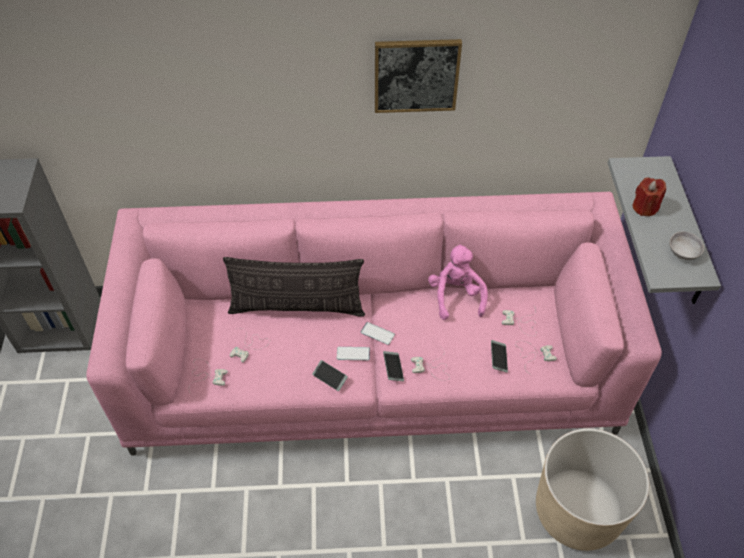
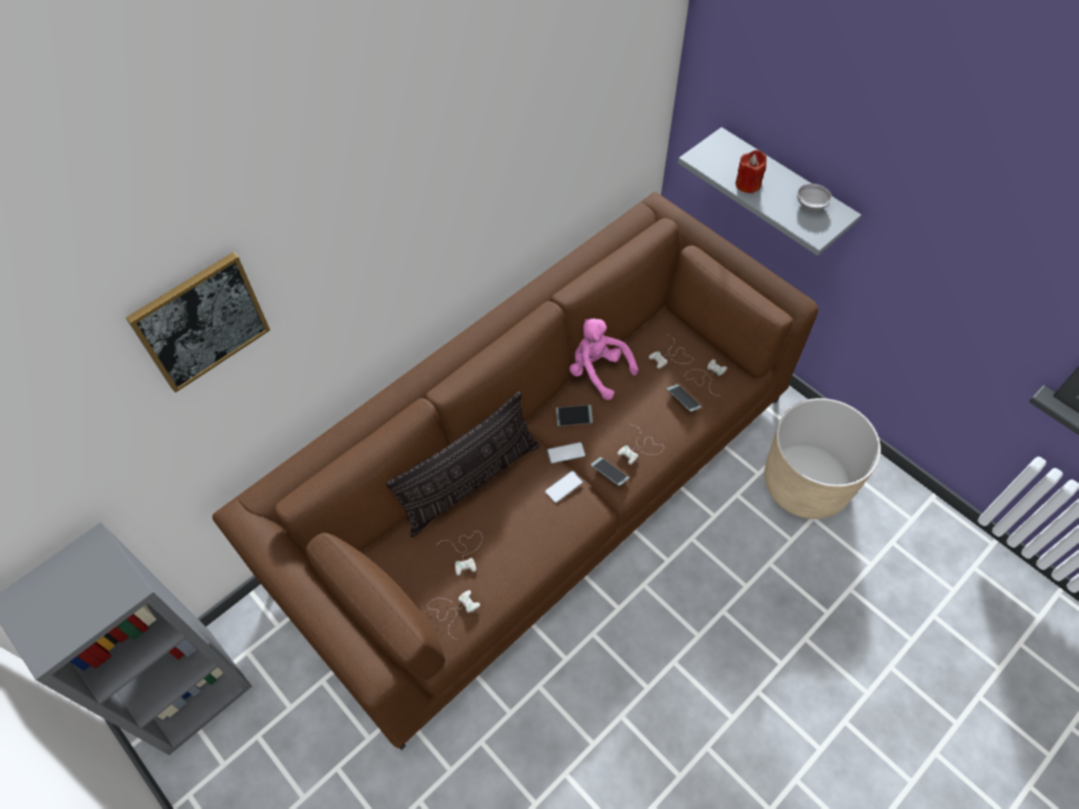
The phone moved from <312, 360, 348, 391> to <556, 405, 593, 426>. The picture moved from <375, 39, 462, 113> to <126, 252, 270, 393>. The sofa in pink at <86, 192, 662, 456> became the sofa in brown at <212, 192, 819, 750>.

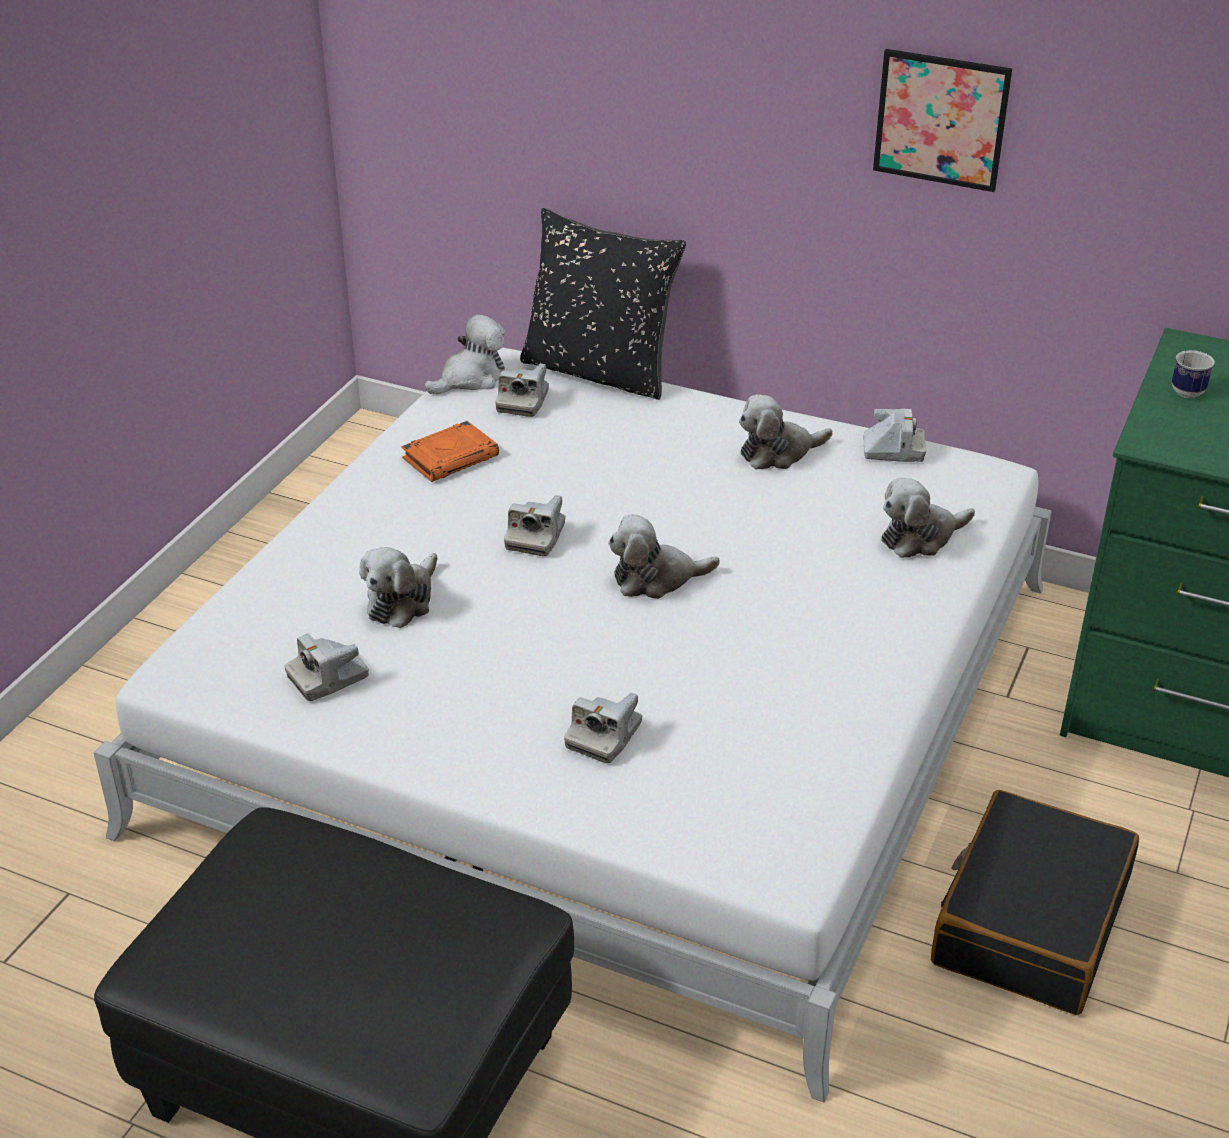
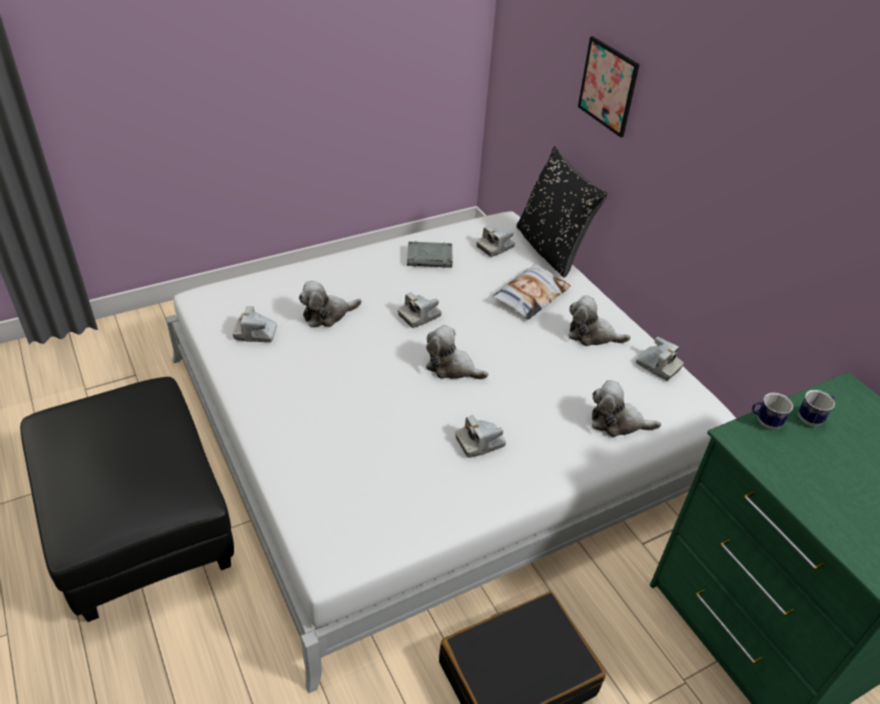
The plush toy at <424, 314, 505, 394> disappeared. The pillow at <492, 263, 571, 320> appeared. The mug at <752, 393, 793, 429> appeared. The photo camera moved from <564, 693, 642, 763> to <455, 415, 506, 458>. The picture moved from <873, 49, 1012, 192> to <578, 36, 640, 137>. The book in orange at <401, 421, 499, 482> became the book in grey at <407, 241, 452, 268>.

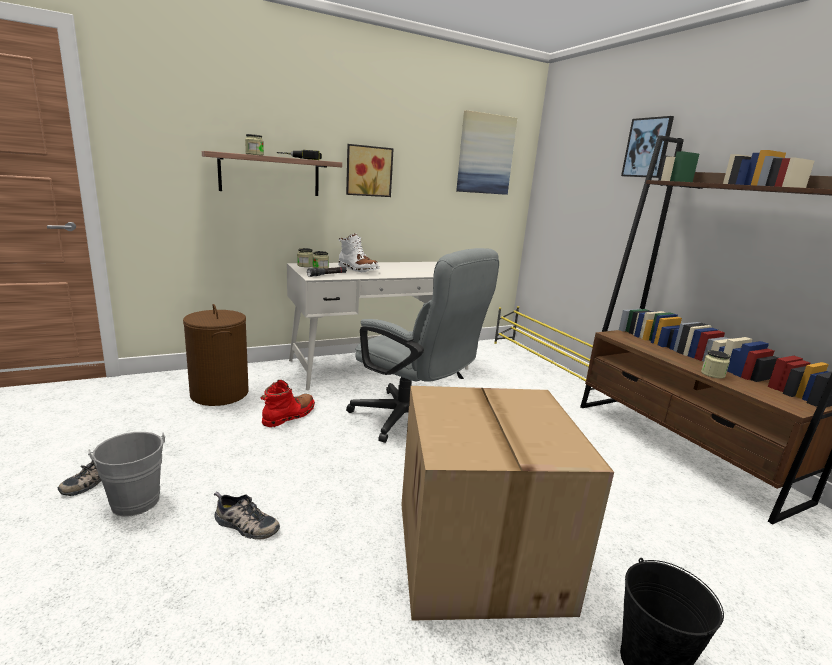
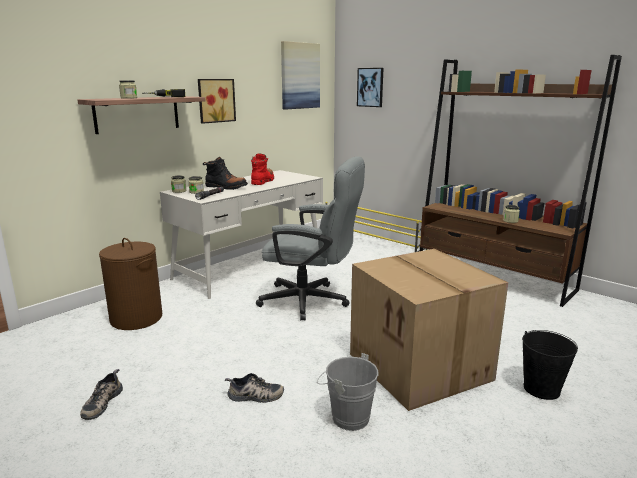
The bucket in grey moved from <88, 432, 165, 517> to <317, 353, 378, 431>. The boot in red moved from <261, 380, 315, 427> to <251, 153, 274, 185>. The picture moved from <621, 116, 674, 178> to <357, 68, 383, 107>. The boot in white at <338, 233, 380, 272> became the boot in black at <203, 157, 248, 190>.

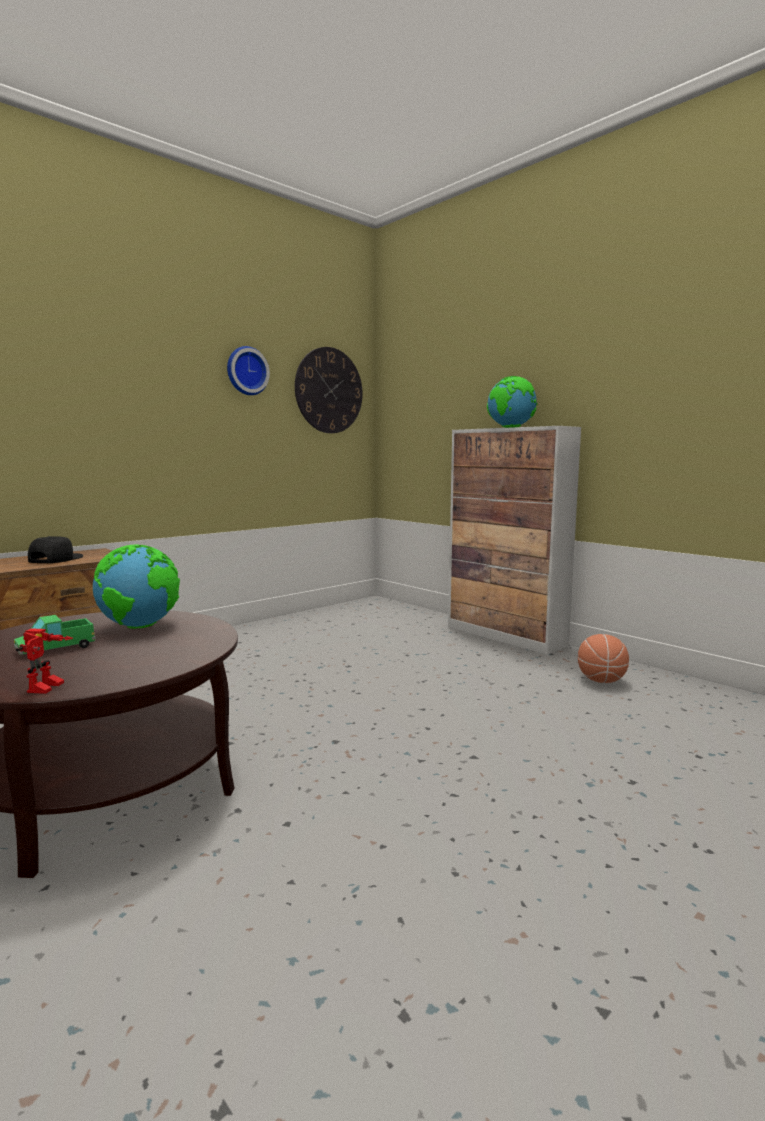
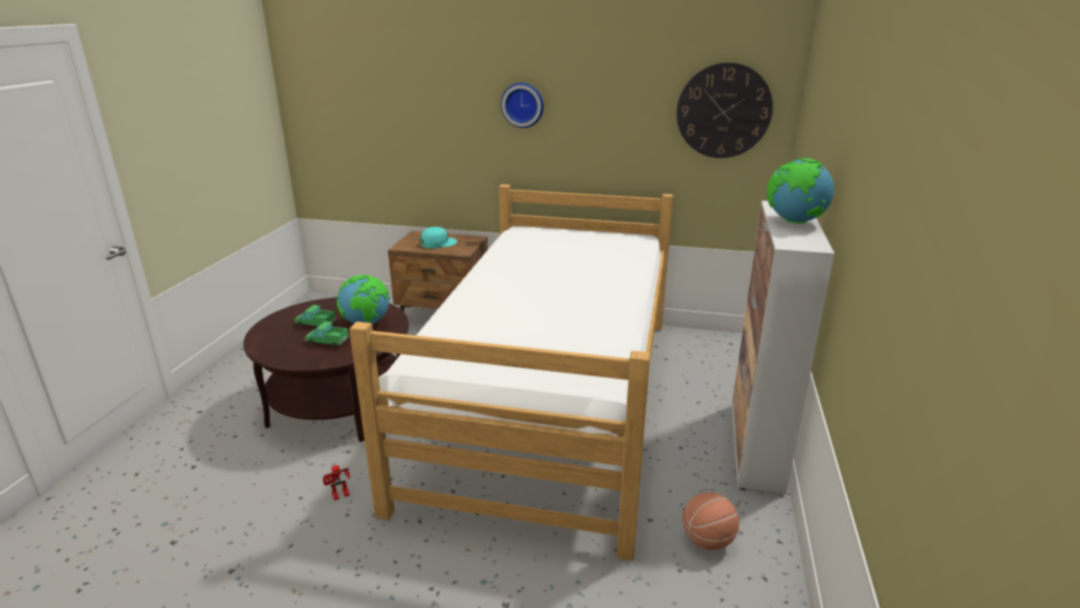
The toy truck at <305, 321, 349, 348> appeared. The bed at <349, 184, 673, 561> appeared. The toy robot moved from <16, 628, 73, 694> to <323, 465, 350, 500>. The wall clock moved from <227, 346, 270, 395> to <501, 83, 544, 128>. The cap in black at <28, 536, 83, 563> became the cap in turquoise at <421, 227, 457, 248>.

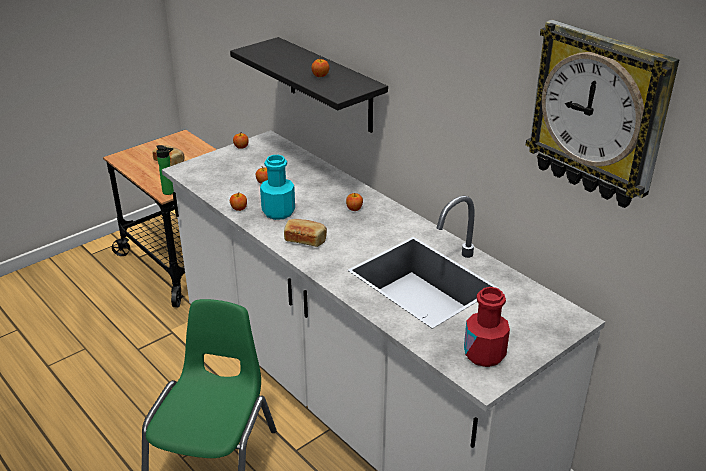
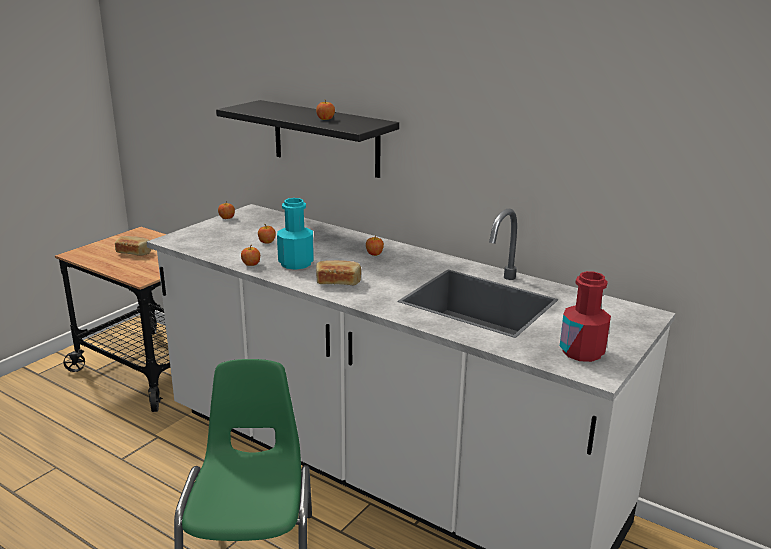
The bottle at <156, 145, 174, 195> disappeared. The wall clock at <526, 20, 680, 208> disappeared.

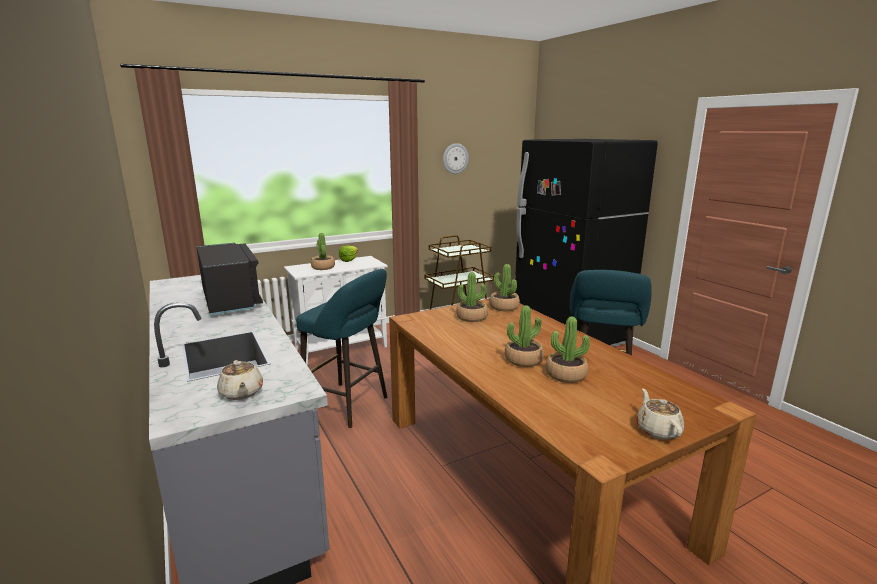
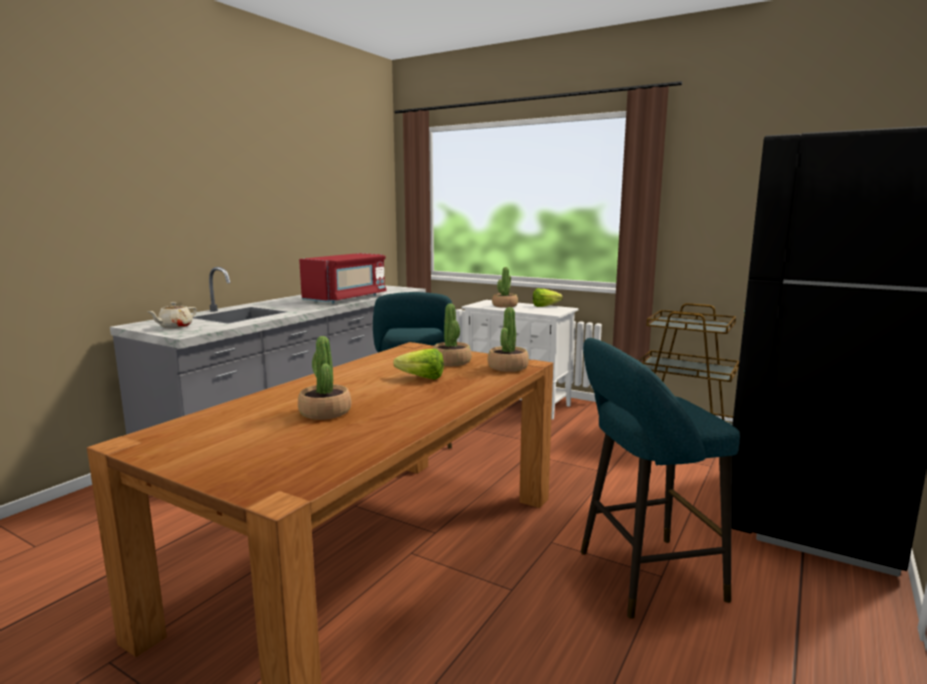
The wall clock at <443, 143, 469, 174> disappeared. The potted plant at <505, 306, 544, 367> disappeared. The teapot in beige at <636, 389, 684, 440> disappeared. The lettuce at <394, 348, 444, 380> appeared. The microwave in black at <196, 243, 263, 315> became the microwave in red at <299, 253, 386, 304>.

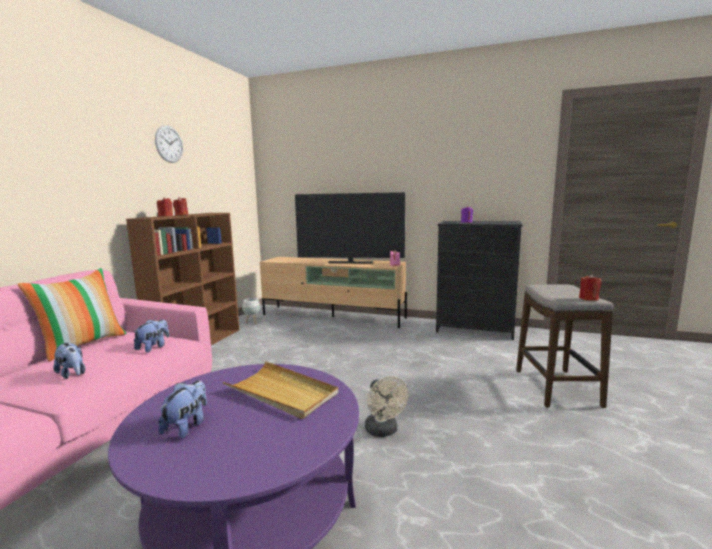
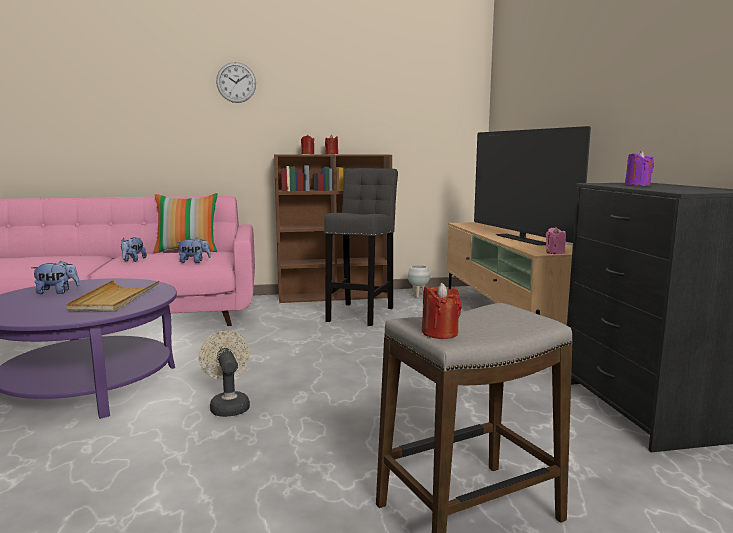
The stool in grey at <324, 168, 398, 326> appeared. The wall clock moved from <155, 125, 183, 163> to <216, 62, 256, 103>. The fan in beige at <365, 376, 409, 437> turned 120 degrees clockwise.

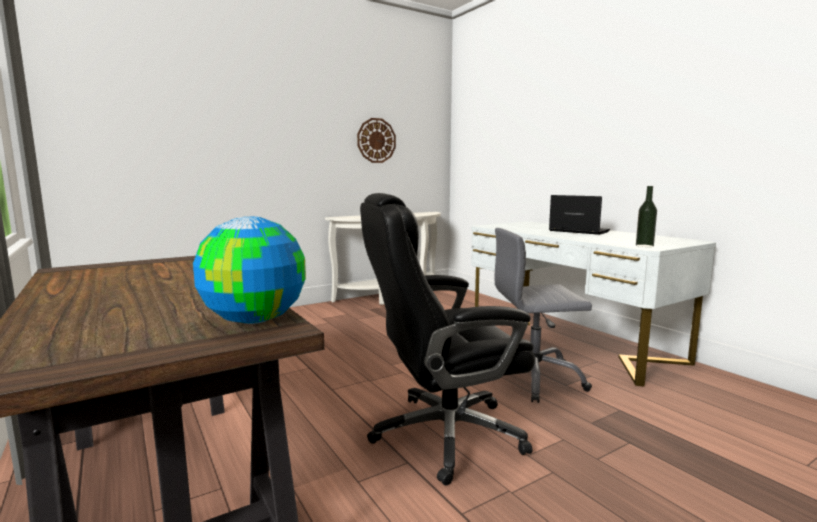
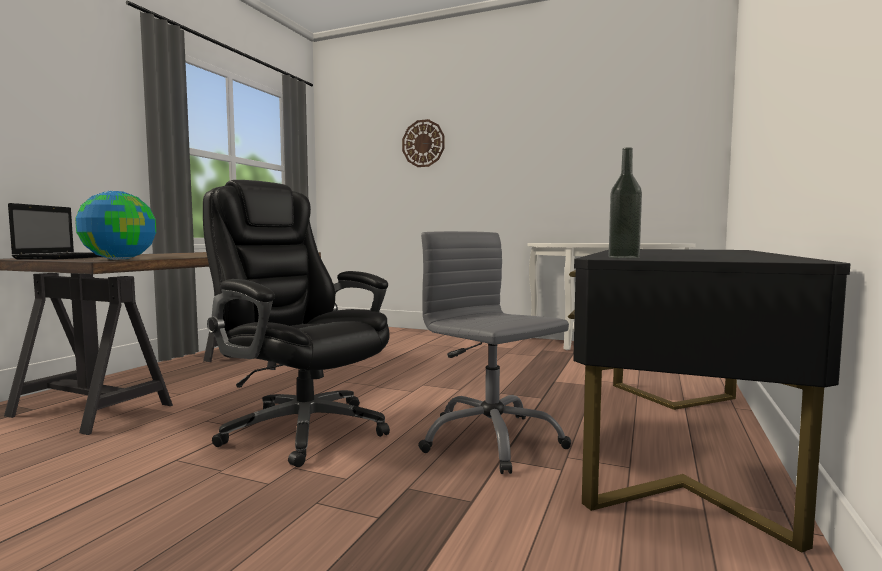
The wall clock moved from <357, 118, 396, 163> to <402, 119, 445, 167>. The laptop moved from <549, 195, 610, 235> to <8, 203, 102, 260>. The desk in white at <471, 222, 716, 387> became the desk in black at <568, 249, 850, 552>.

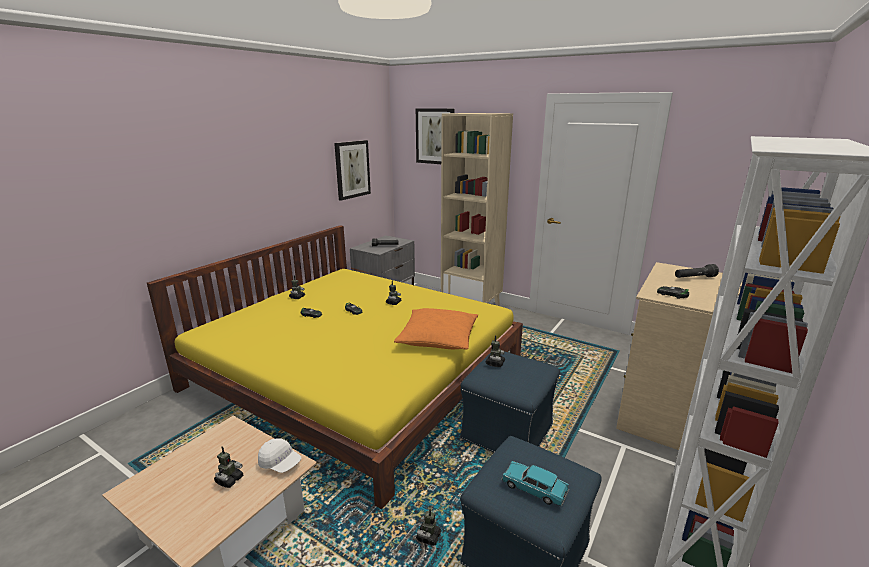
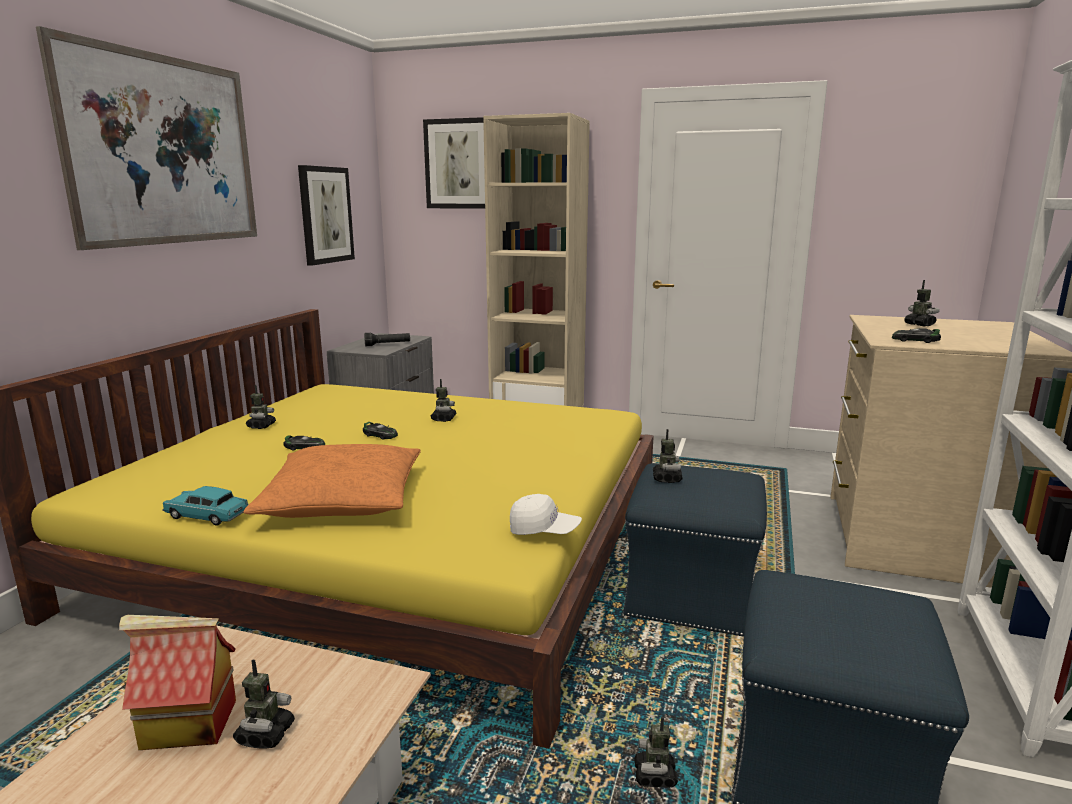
The picture at <36, 26, 257, 250> appeared. The toy house at <119, 615, 236, 750> appeared. The cap in white moved from <258, 438, 301, 473> to <510, 494, 582, 535>. The pillow in orange moved from <394, 308, 478, 349> to <244, 444, 421, 518>. The toy car in turquoise moved from <501, 461, 569, 506> to <162, 486, 249, 526>. The flashlight in black at <675, 264, 719, 278> was replaced by the toy robot at <904, 280, 940, 327>.

